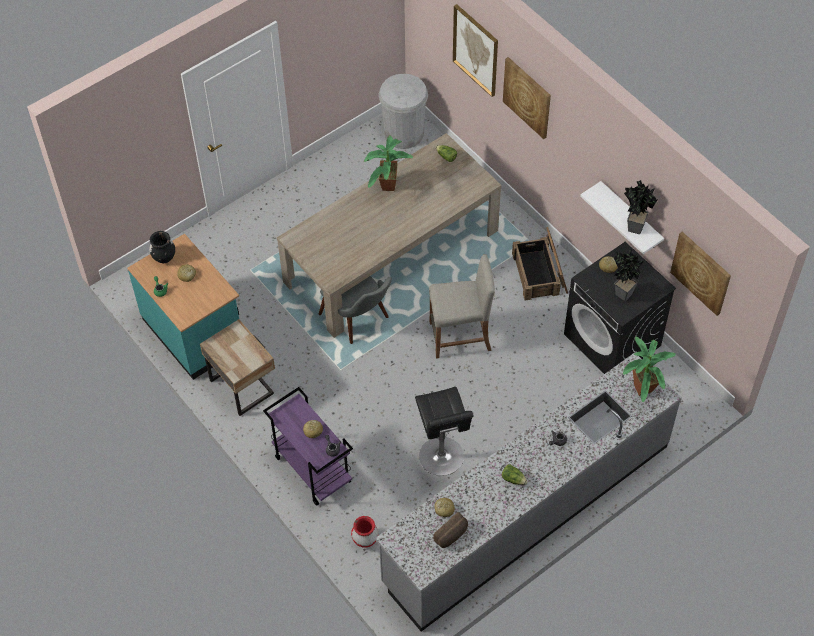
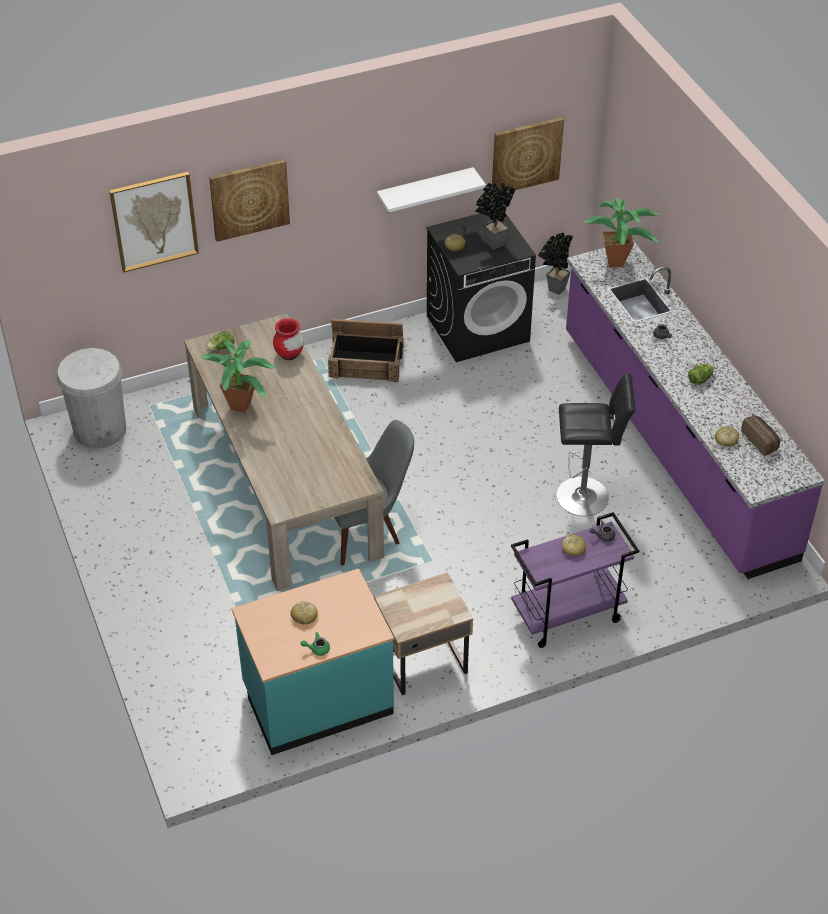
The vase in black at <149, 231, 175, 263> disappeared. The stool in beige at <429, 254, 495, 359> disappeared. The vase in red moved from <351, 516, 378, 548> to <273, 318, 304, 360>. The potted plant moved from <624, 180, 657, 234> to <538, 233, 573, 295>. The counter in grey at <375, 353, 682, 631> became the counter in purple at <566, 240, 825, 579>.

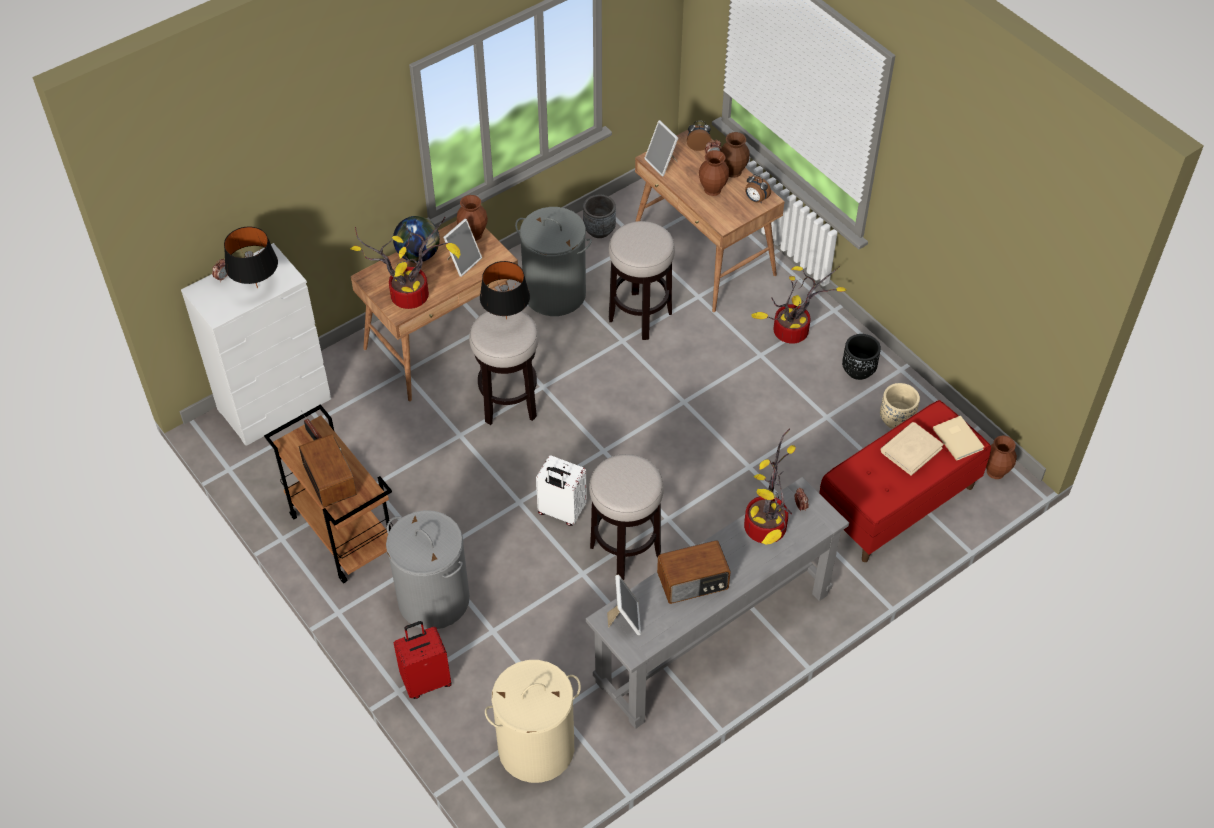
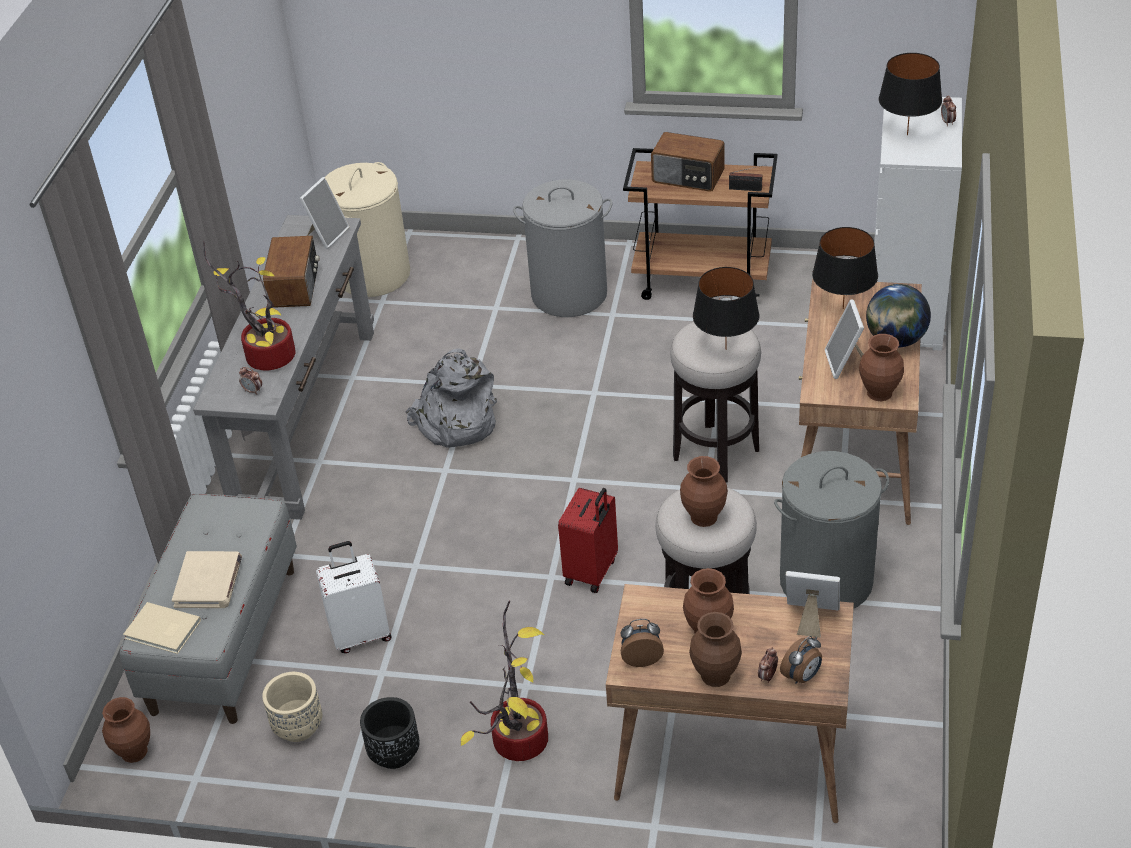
The planter in grey at <583, 195, 616, 238> disappeared. The vase in brown at <680, 456, 728, 527> appeared. The suitcase in red moved from <394, 621, 452, 699> to <558, 488, 618, 593>. The suitcase in white moved from <536, 455, 587, 526> to <316, 541, 391, 653>. The potted plant at <350, 217, 460, 309> was replaced by the table lamp in black at <812, 227, 878, 309>. The stool at <589, 454, 664, 580> was replaced by the backpack in grey at <406, 348, 497, 448>. The bench in red at <819, 400, 991, 562> became the bench in grey at <120, 494, 297, 724>. The picture frame at <607, 575, 641, 635> turned 105 degrees counterclockwise. The radio at <657, 540, 731, 604> turned 150 degrees clockwise.

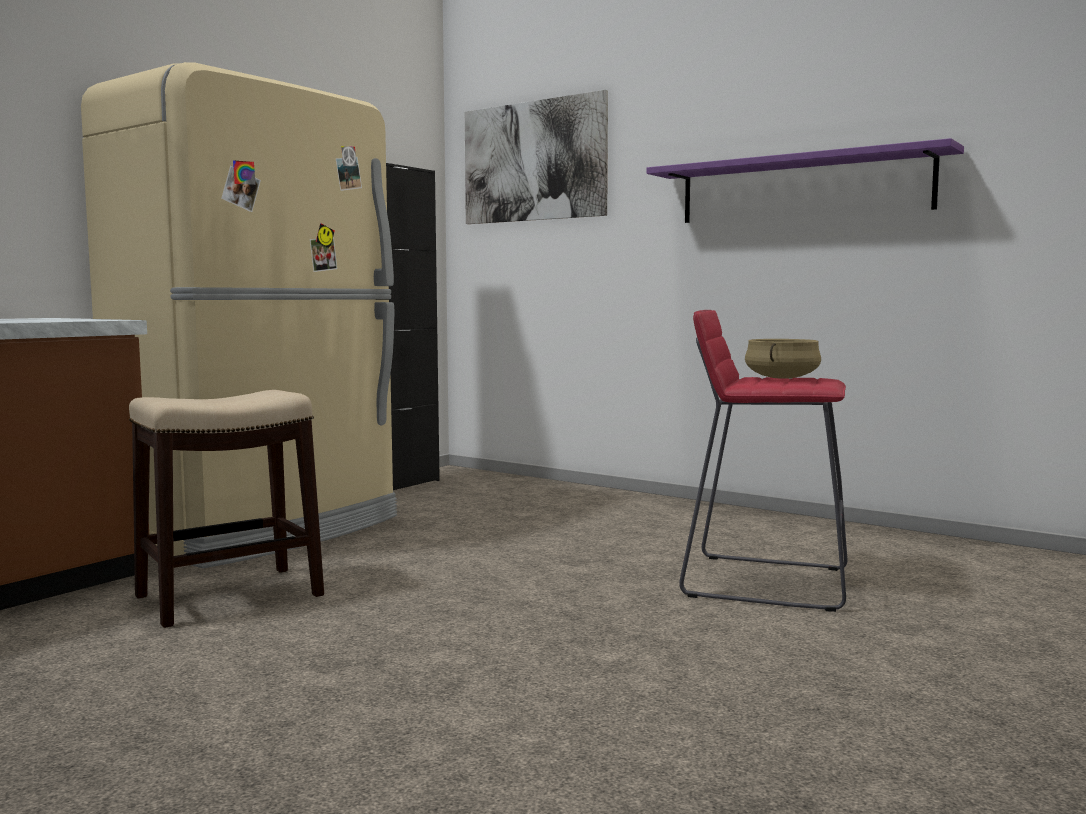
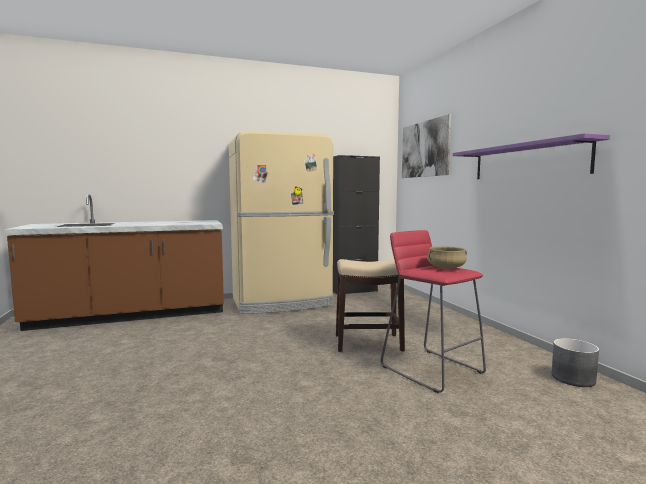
The planter in grey at <552, 338, 599, 387> appeared. The stool moved from <129, 390, 324, 628> to <336, 259, 405, 352>.

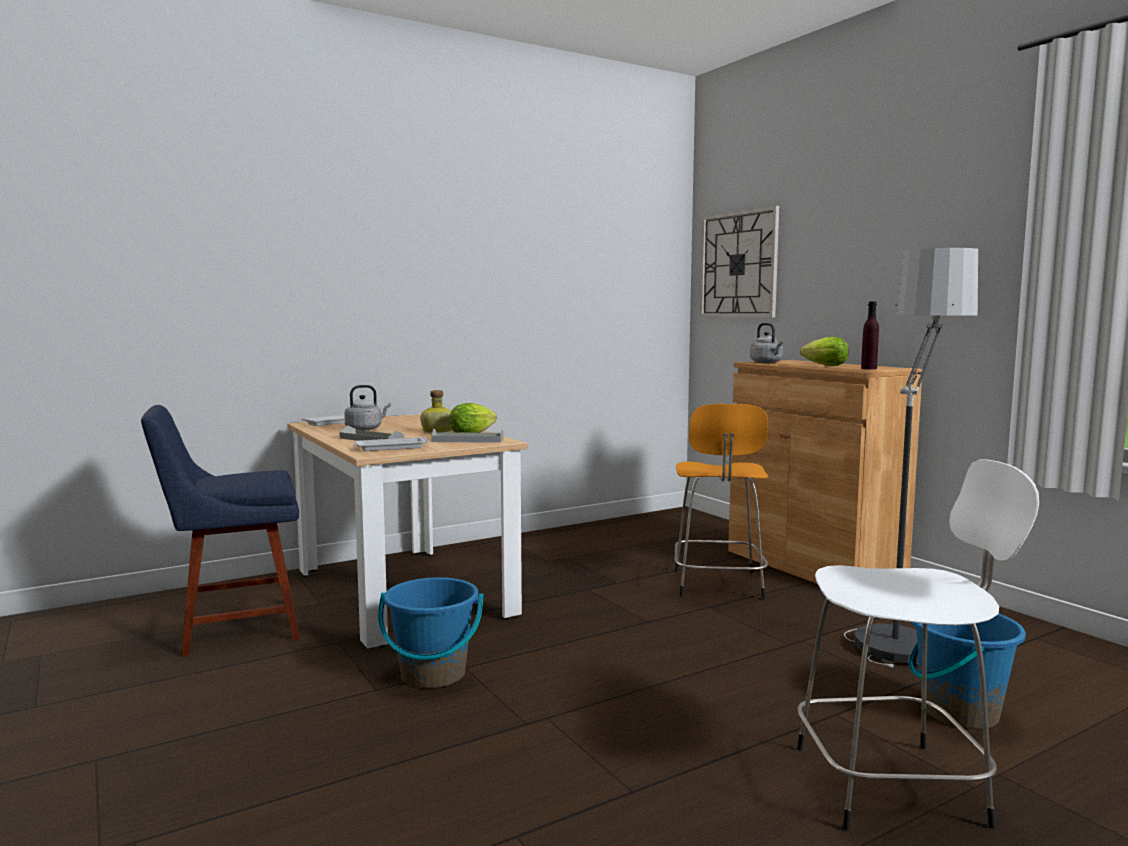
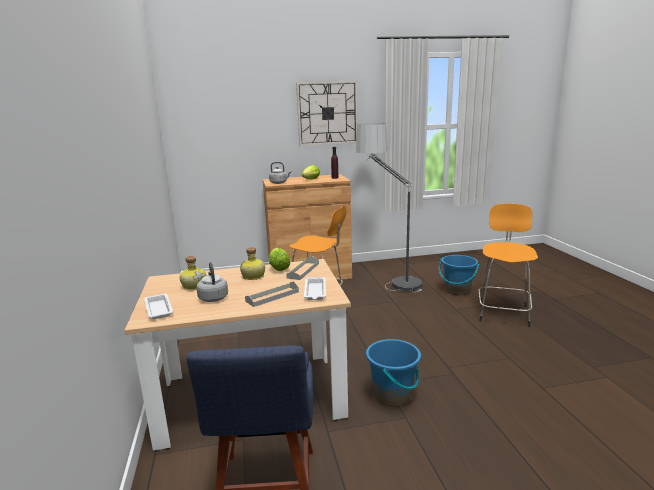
The bottle at <180, 256, 206, 290> appeared. The wall clock moved from <700, 206, 779, 317> to <296, 81, 358, 146>. The stool in white at <797, 460, 1039, 831> became the stool in orange at <478, 204, 538, 327>.

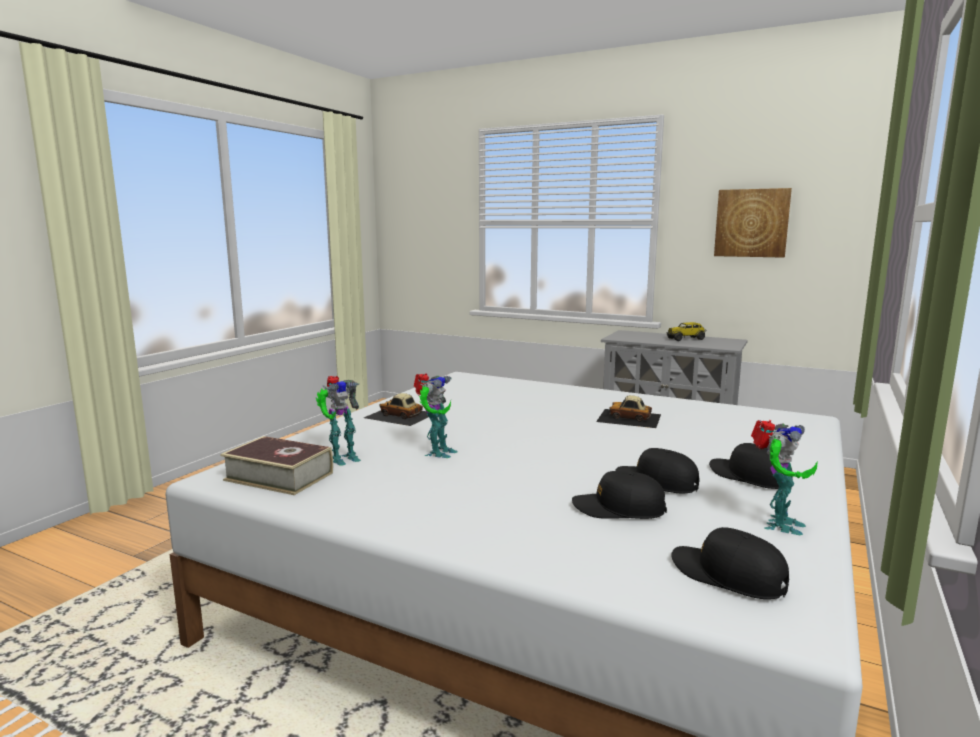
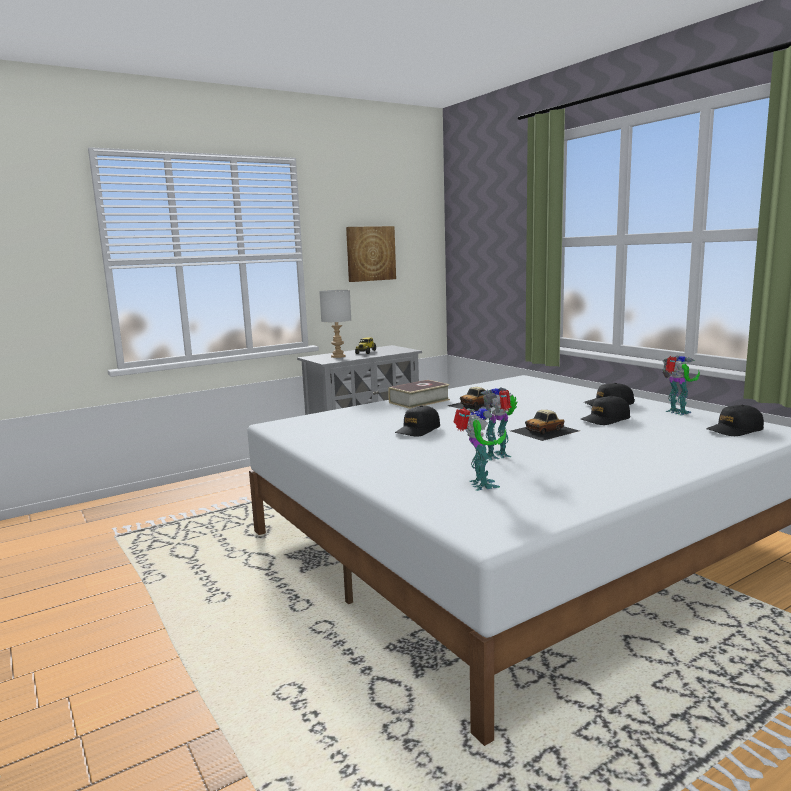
The table lamp in grey at <319, 290, 351, 358> appeared. The book moved from <220, 436, 333, 495> to <388, 380, 450, 409>. The toy car moved from <364, 393, 429, 426> to <511, 410, 579, 441>. The cap in black moved from <572, 471, 667, 519> to <395, 406, 440, 437>. The toy robot at <414, 373, 457, 458> turned 75 degrees counterclockwise.

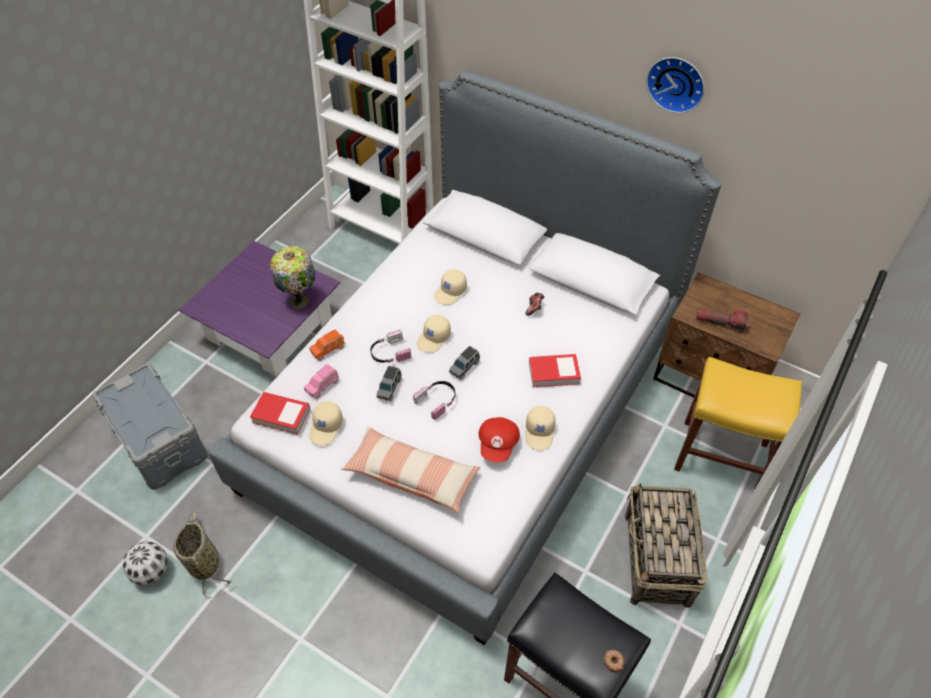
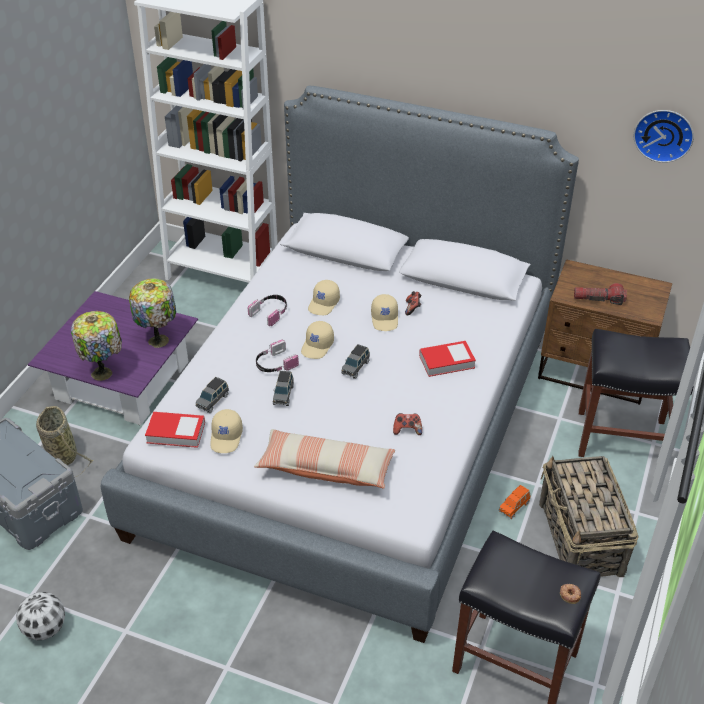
The table lamp at <71, 311, 122, 381> appeared. The basket moved from <173, 511, 232, 599> to <36, 406, 93, 478>. The toy car in orange moved from <310, 329, 345, 361> to <499, 485, 530, 519>. The headphones moved from <413, 381, 455, 420> to <248, 295, 287, 326>. The cap in beige moved from <526, 406, 556, 450> to <371, 294, 398, 331>. The wall clock moved from <646, 57, 705, 113> to <634, 110, 694, 163>. The cap in red at <478, 417, 520, 462> was replaced by the game controller at <393, 413, 422, 435>. The toy car in pink at <304, 364, 339, 399> became the toy car in grey at <196, 377, 229, 413>. The stool in yellow at <674, 357, 802, 490> became the stool in black at <578, 329, 694, 457>.

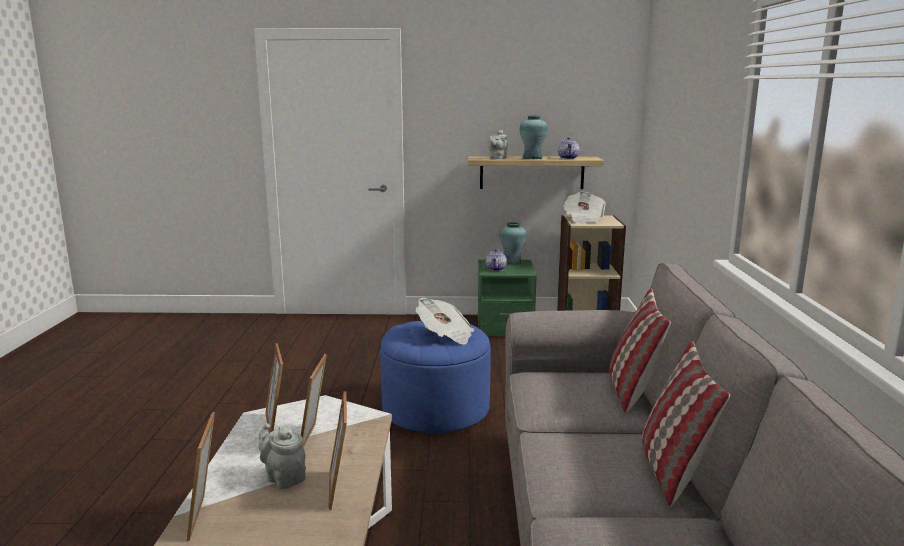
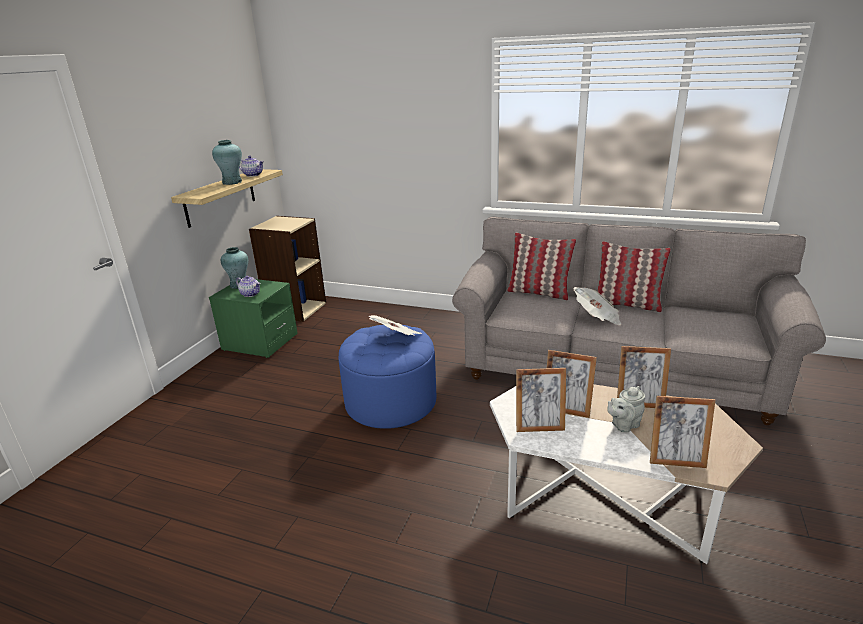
The teapot in grey at <487, 130, 508, 159> disappeared. The newspaper moved from <563, 192, 606, 224> to <574, 287, 621, 326>.

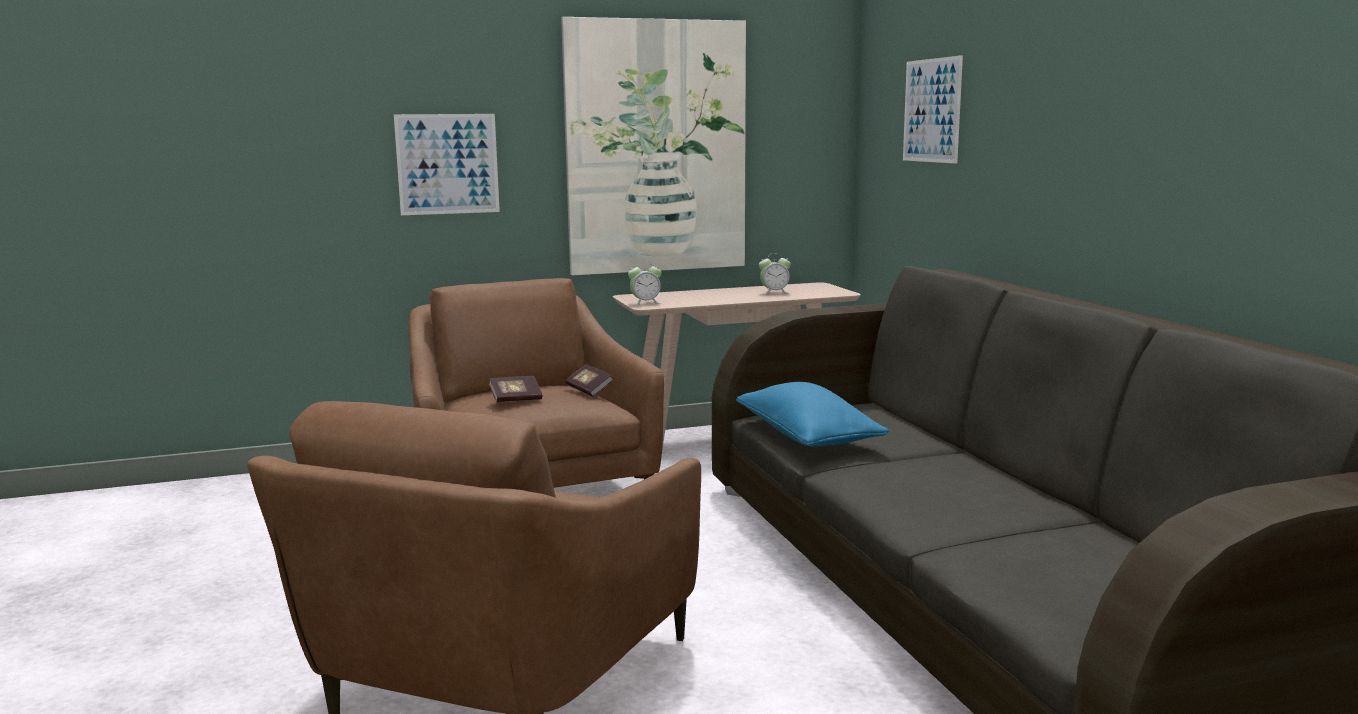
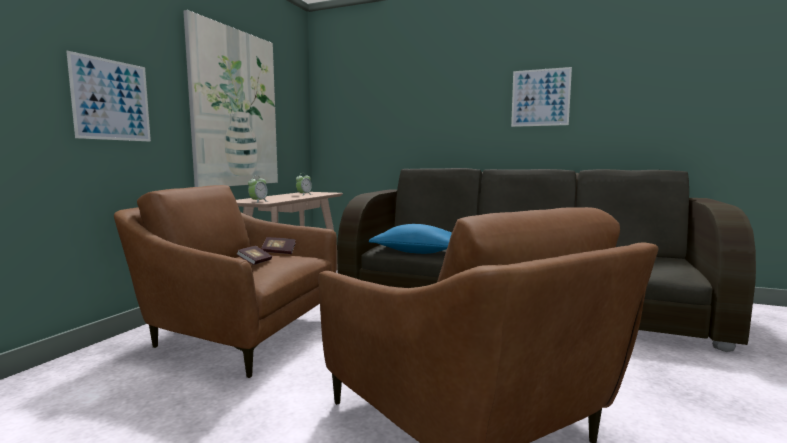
The picture moved from <903, 55, 963, 164> to <511, 67, 572, 127>.

